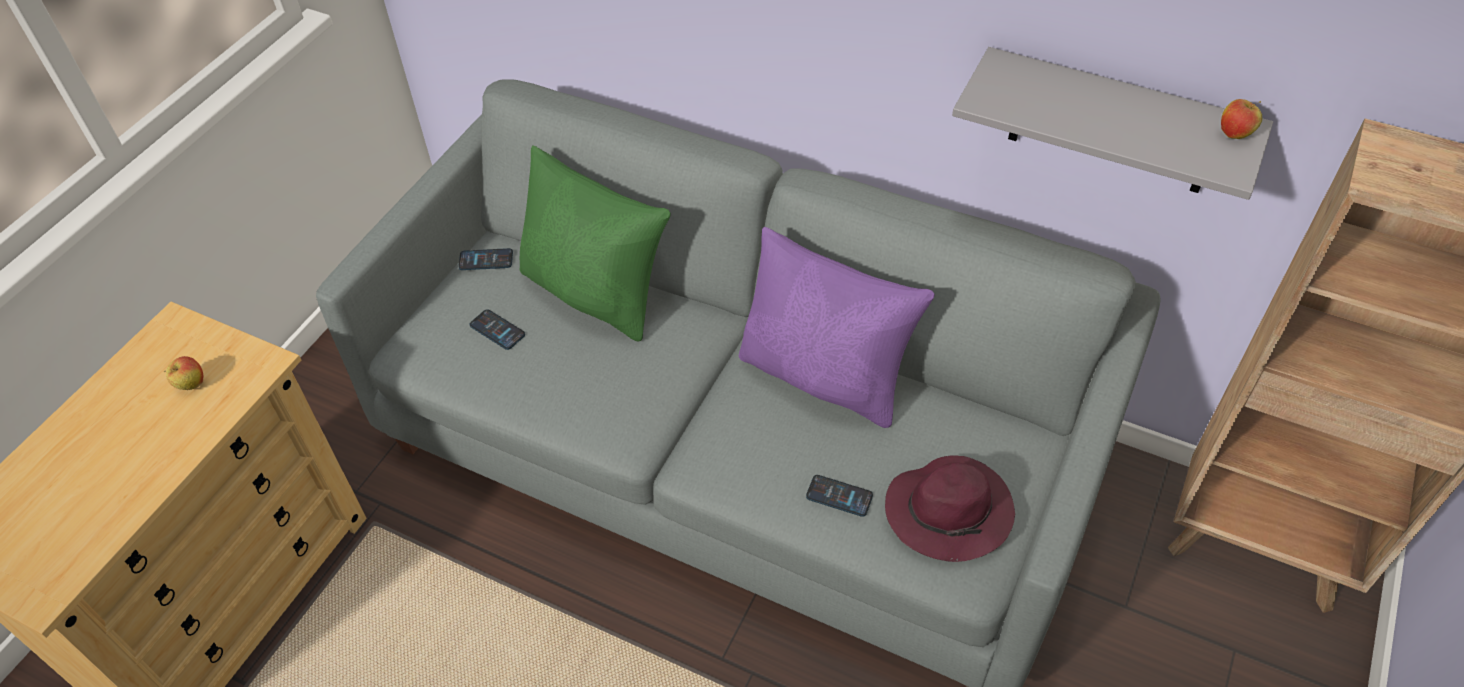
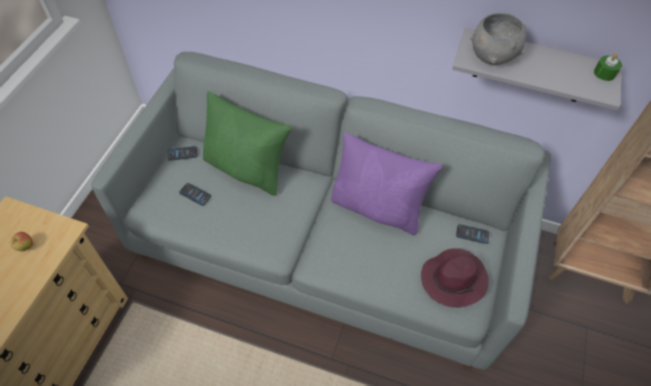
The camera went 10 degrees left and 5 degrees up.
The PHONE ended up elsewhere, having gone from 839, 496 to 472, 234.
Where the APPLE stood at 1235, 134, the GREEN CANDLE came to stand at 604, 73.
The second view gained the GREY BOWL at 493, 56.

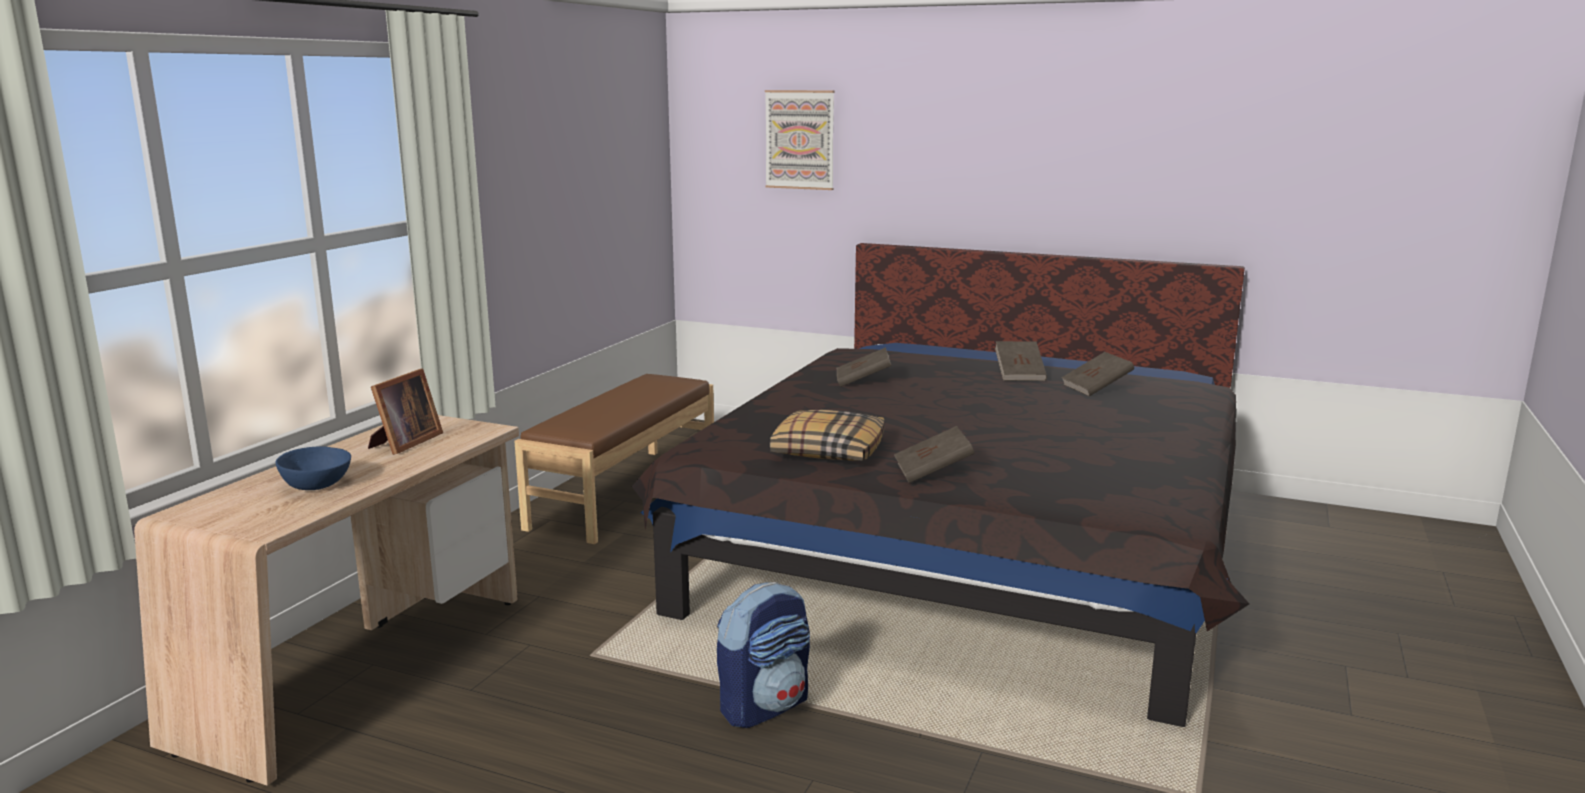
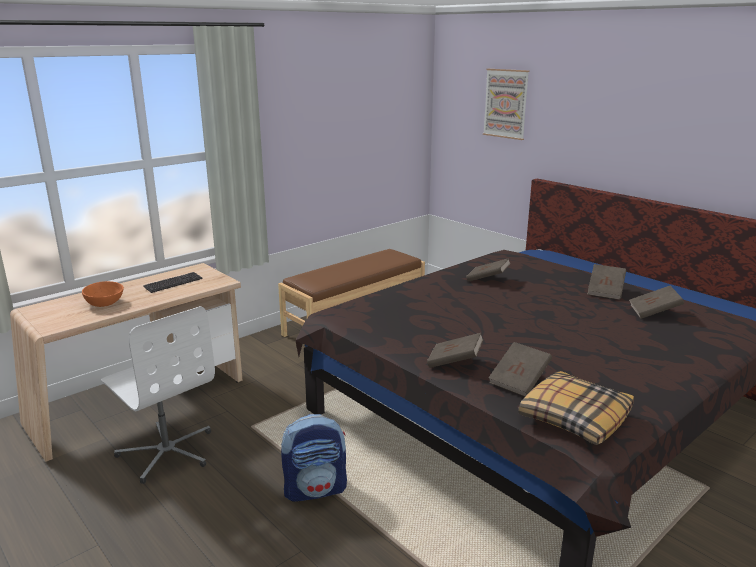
The camera went 25 degrees right and 5 degrees up.
What was the BLUE BOWL at 315, 485 turned into the ORANGE BOWL at 104, 303.
Where the PICTURE FRAME stood at 404, 443, the KEYBOARD came to stand at 173, 283.
The PILLOW ended up elsewhere, having gone from 827, 450 to 574, 417.
The second view gained the WHITE OFFICE CHAIR at 167, 452.
The second view gained the BROWN BOOK at 519, 381.

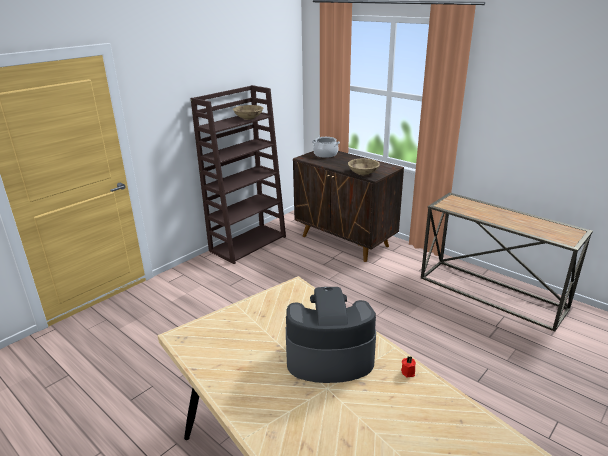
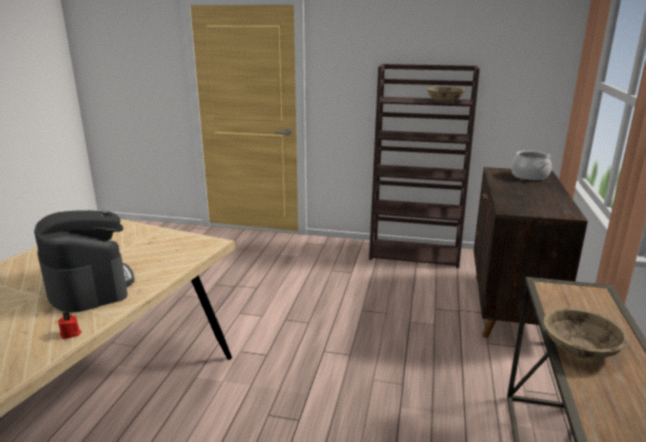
The camera went 60 degrees right and 5 degrees down.
The BEIGE BOWL ended up elsewhere, having gone from 363, 173 to 580, 349.

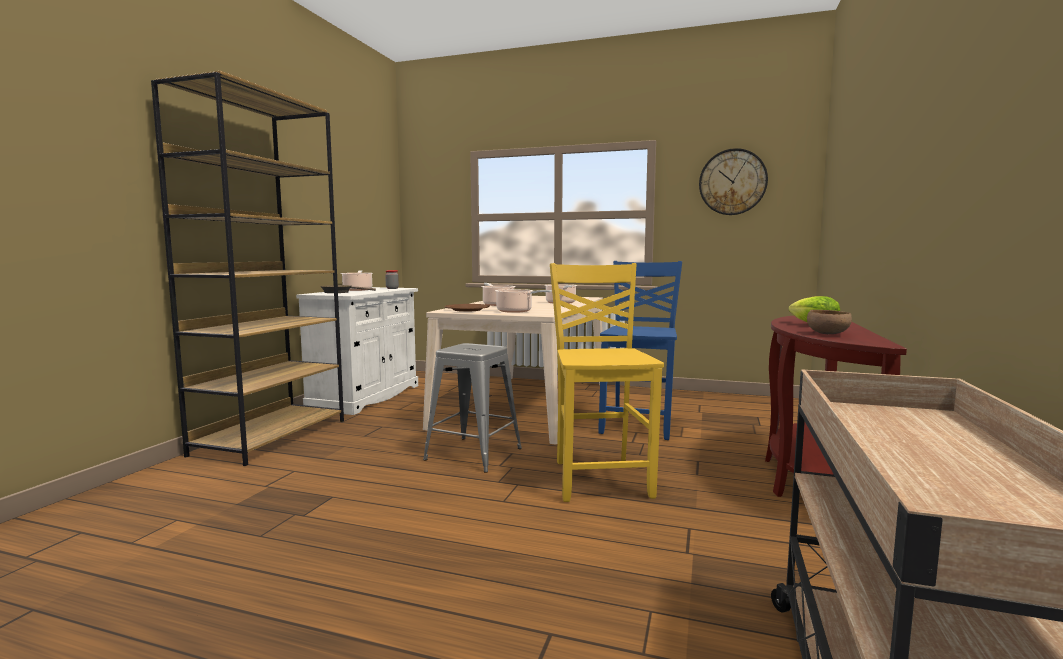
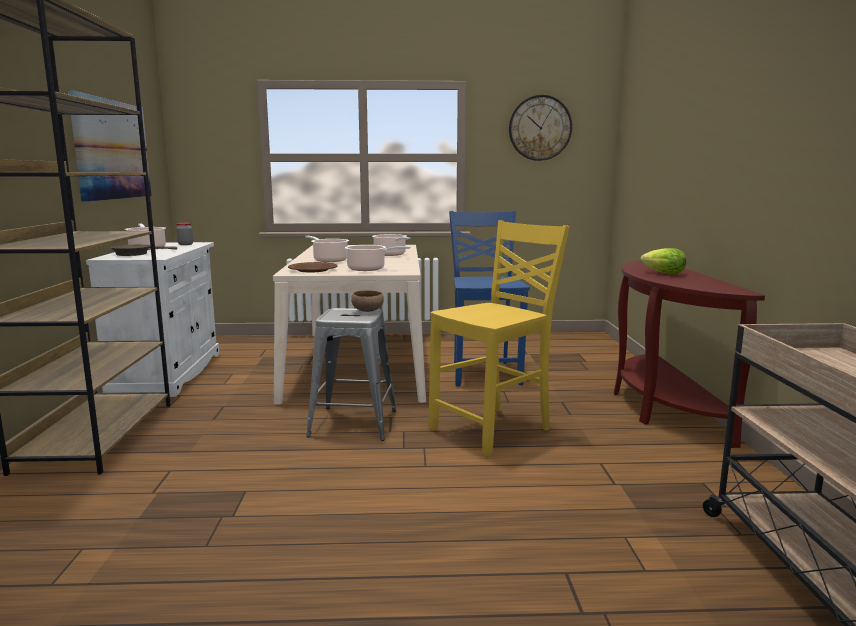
The camera went 20 degrees left and 5 degrees up.
The YELLOW CHAIR at 600, 478 ended up facing another way, 75 degrees clockwise from before.
The BROWN BOWL ended up elsewhere, having gone from 828, 334 to 368, 311.
The second view gained the PICTURE at 112, 150.

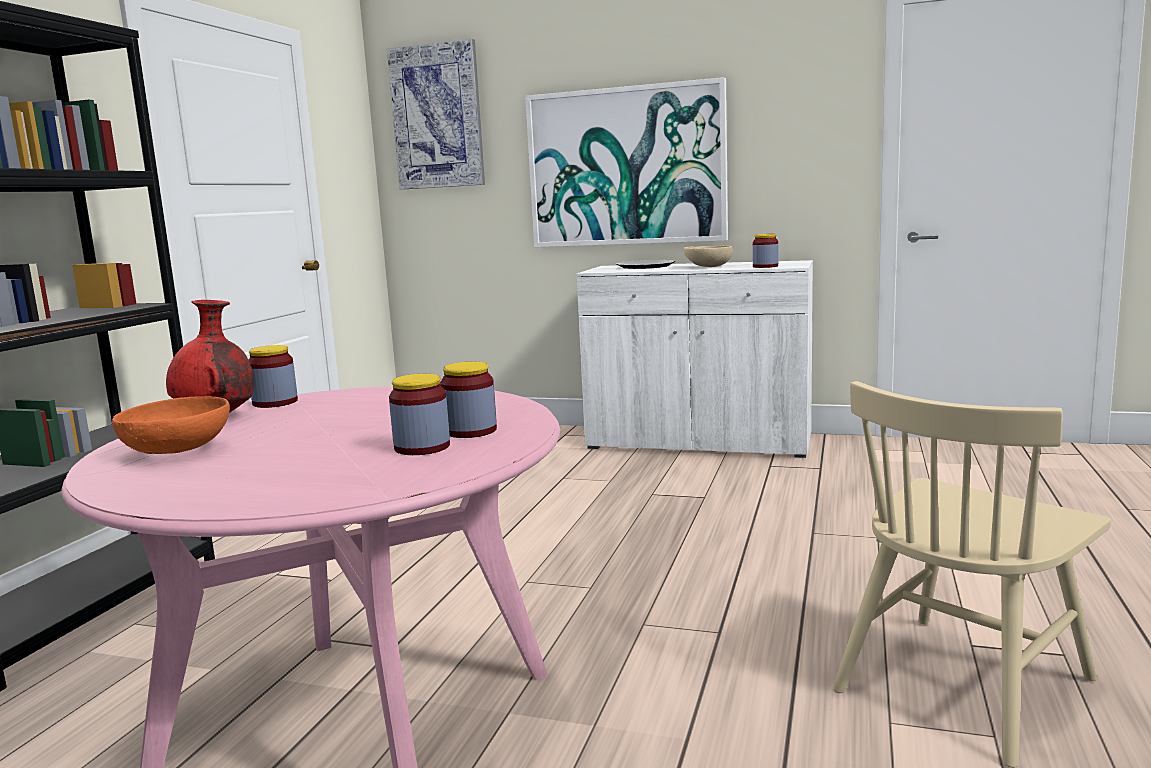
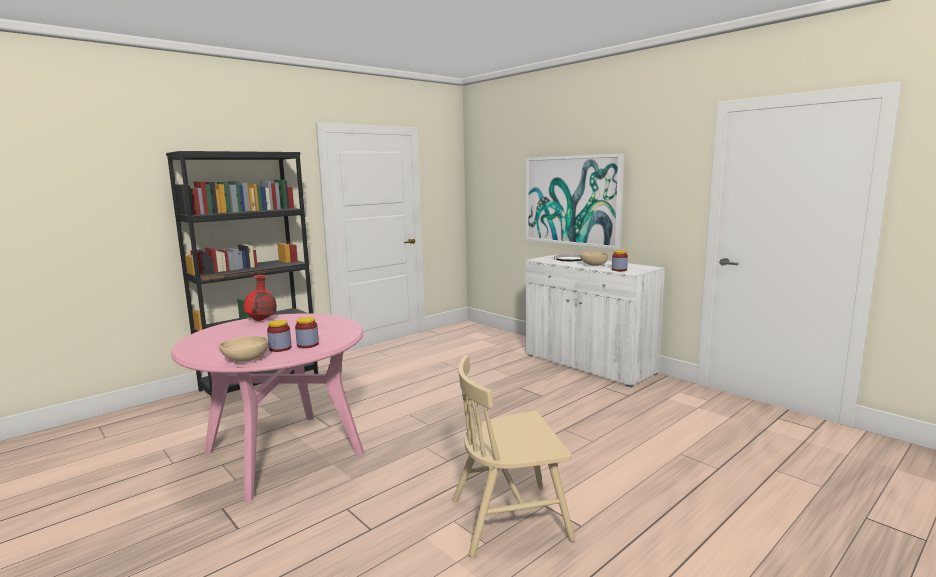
The camera went 30 degrees right and 0 degrees up.
The second view lost the ORANGE BOWL at 179, 452.
The second view lost the JAR at 275, 402.
The second view lost the PICTURE at 437, 117.
The second view gained the BEIGE BOWL at 245, 360.

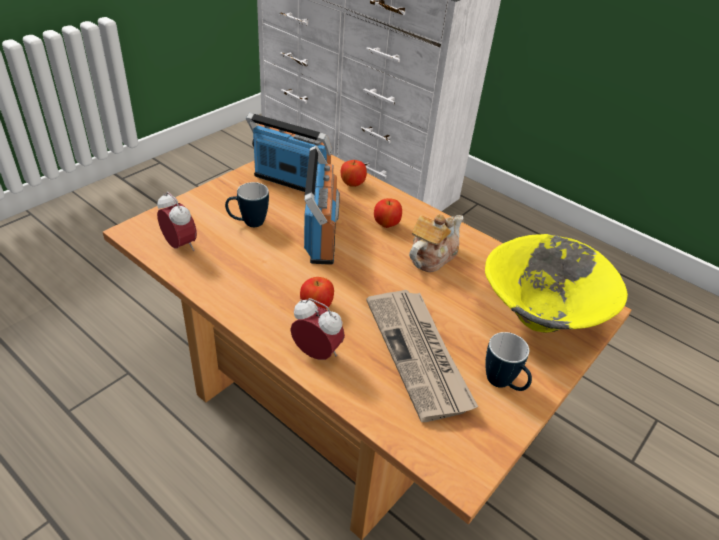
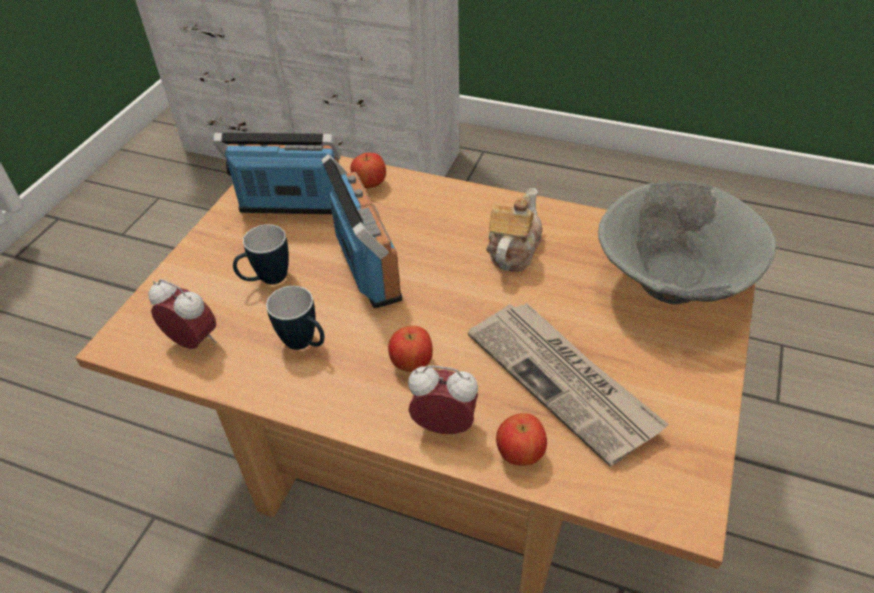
The camera went 15 degrees left and 5 degrees up.
The APPLE ended up elsewhere, having gone from 386, 224 to 520, 453.
What was the YELLOW BOWL at 539, 317 turned into the GREY BOWL at 670, 286.
The MUG ended up elsewhere, having gone from 503, 384 to 305, 344.

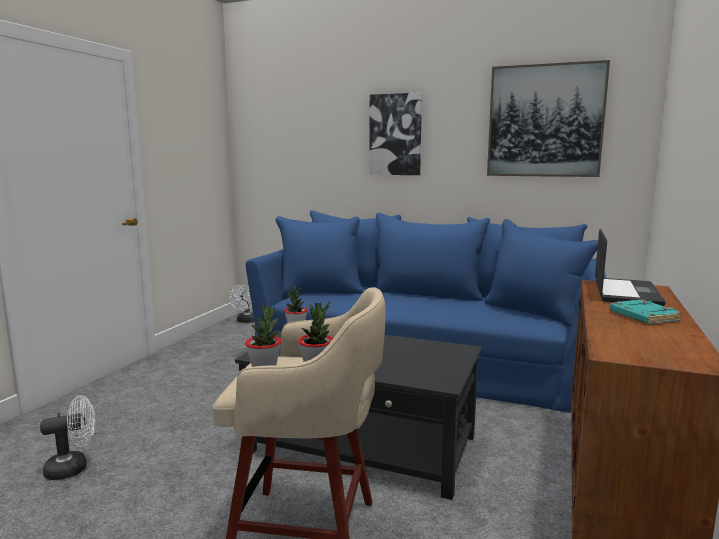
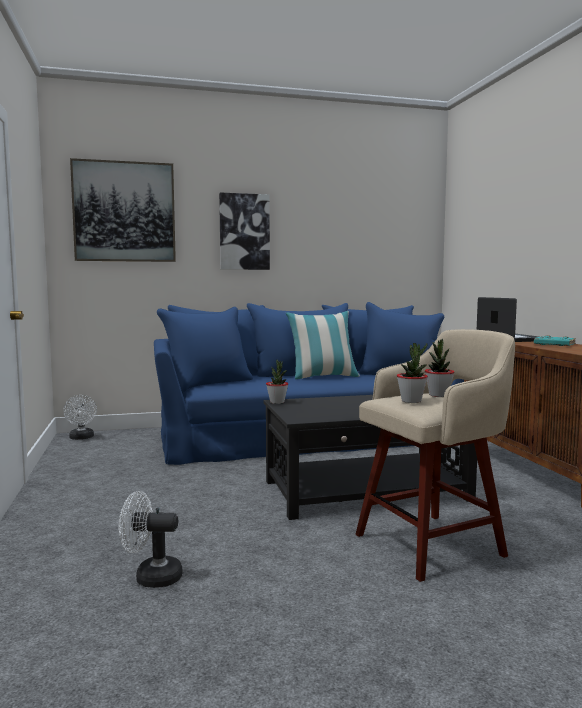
The camera went 35 degrees left and 5 degrees down.
The WHITE FAN at 73, 468 ended up facing another way, 120 degrees counterclockwise from before.
The PICTURE ended up elsewhere, having gone from 545, 121 to 124, 212.
The second view gained the PILLOW at 323, 377.

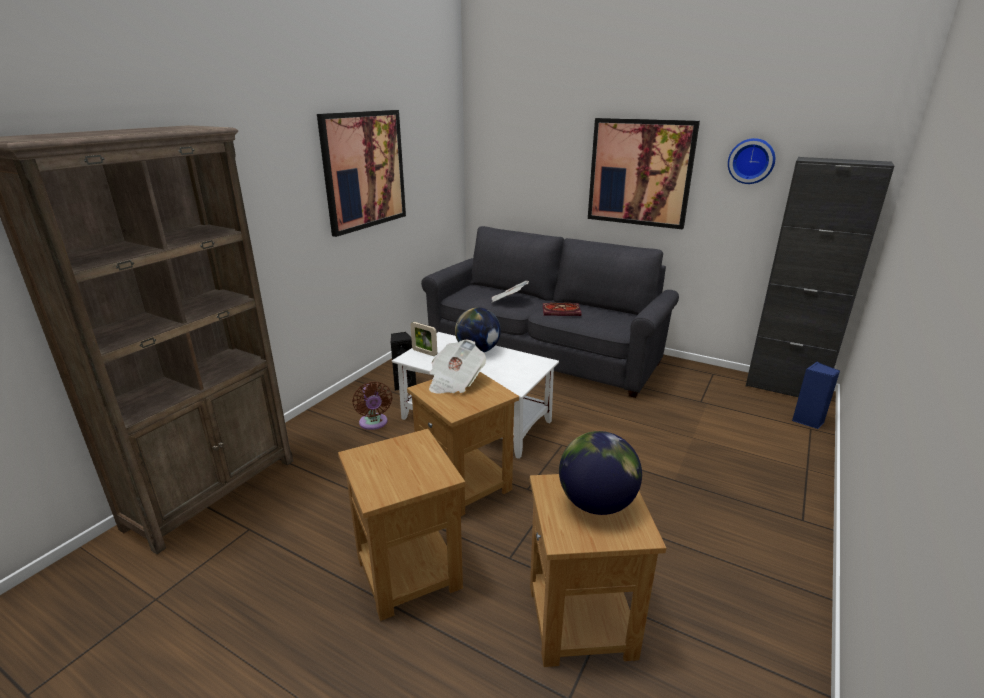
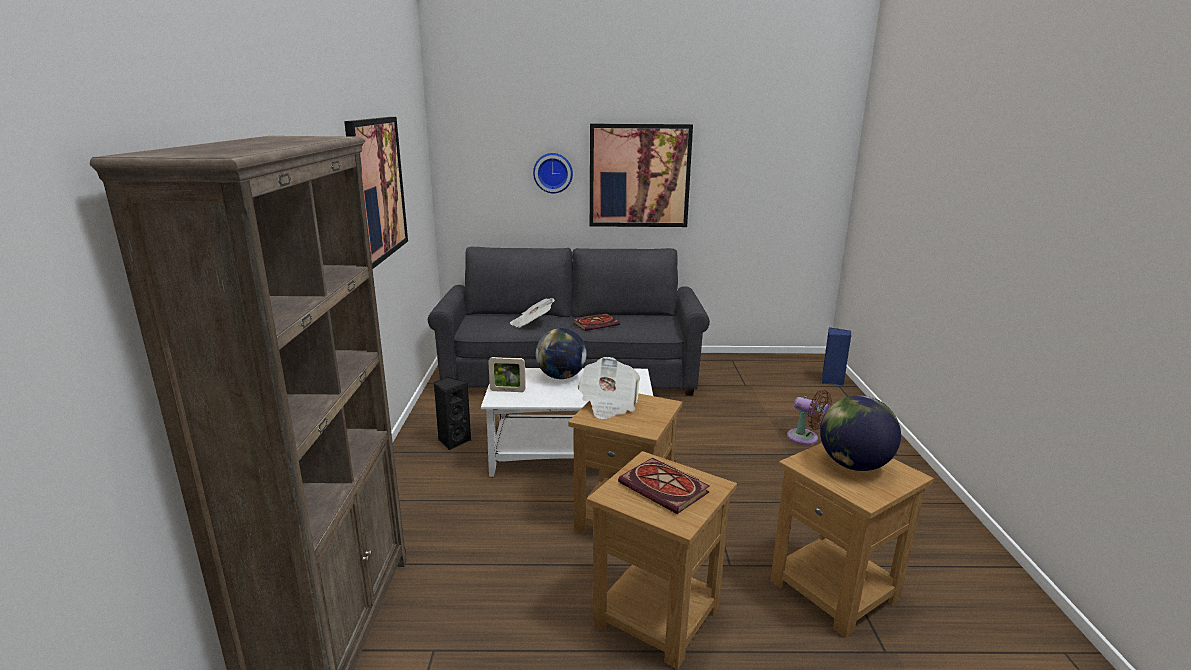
The camera went 30 degrees left and 5 degrees down.
The BROWN FAN ended up elsewhere, having gone from 374, 423 to 805, 438.
The WALL CLOCK ended up elsewhere, having gone from 751, 161 to 553, 172.
The second view lost the BLACK CABINET at 784, 388.
The second view gained the BOOK at 666, 488.

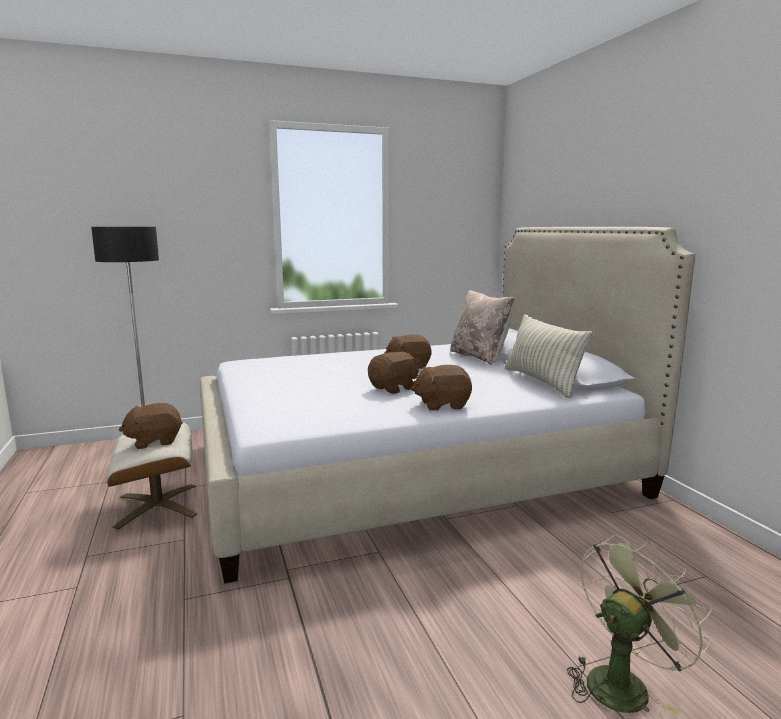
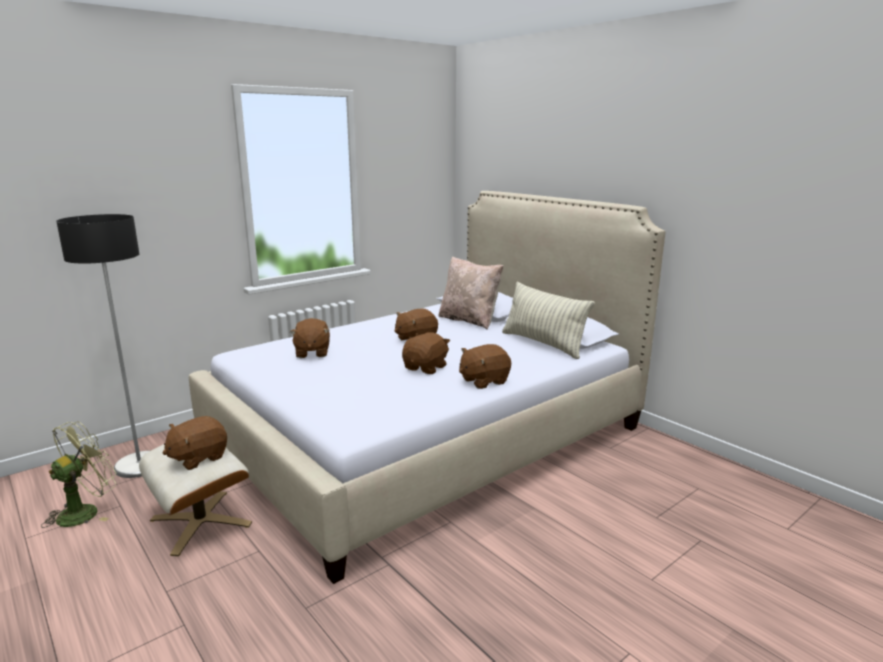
The camera went 20 degrees left and 5 degrees up.
The GREEN FAN ended up elsewhere, having gone from 622, 681 to 85, 511.
The second view gained the BROWN PLUSH TOY at 312, 352.

